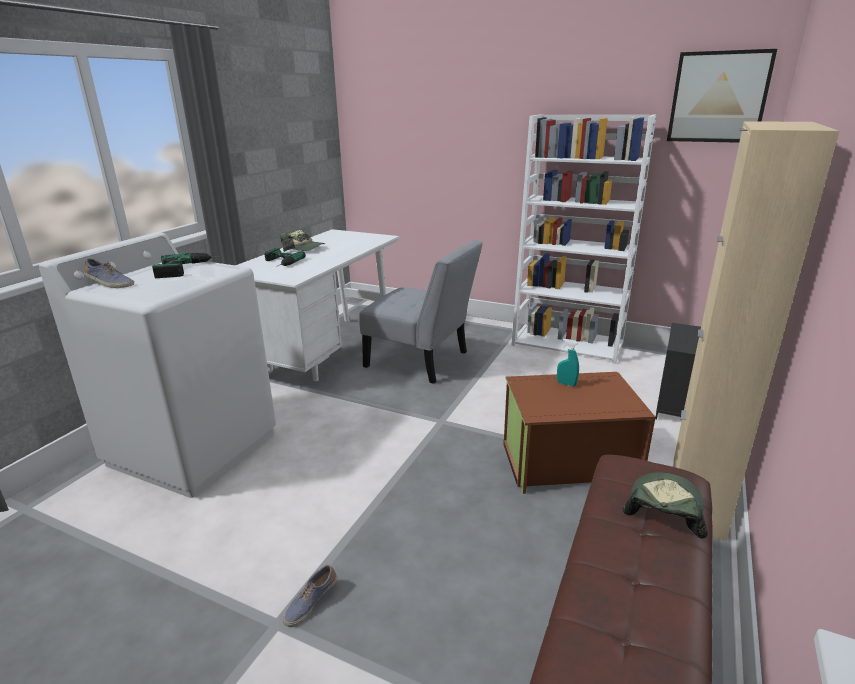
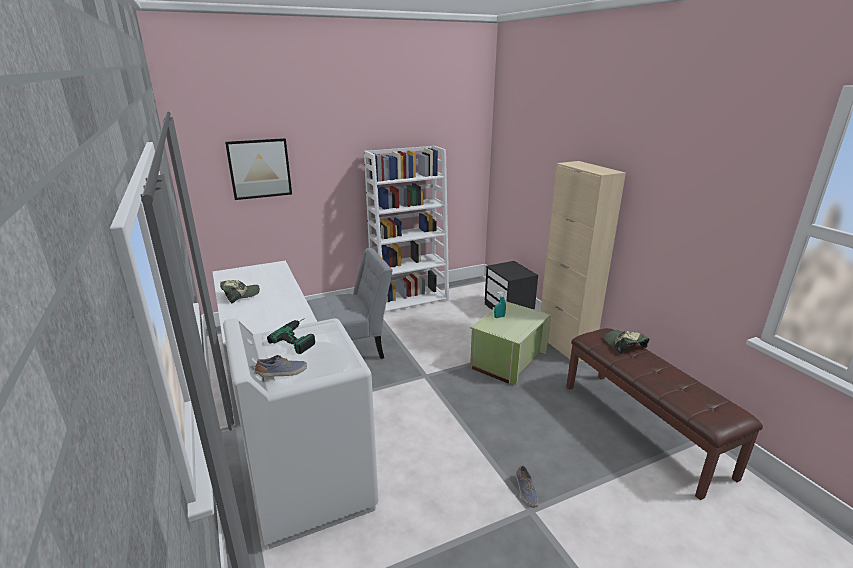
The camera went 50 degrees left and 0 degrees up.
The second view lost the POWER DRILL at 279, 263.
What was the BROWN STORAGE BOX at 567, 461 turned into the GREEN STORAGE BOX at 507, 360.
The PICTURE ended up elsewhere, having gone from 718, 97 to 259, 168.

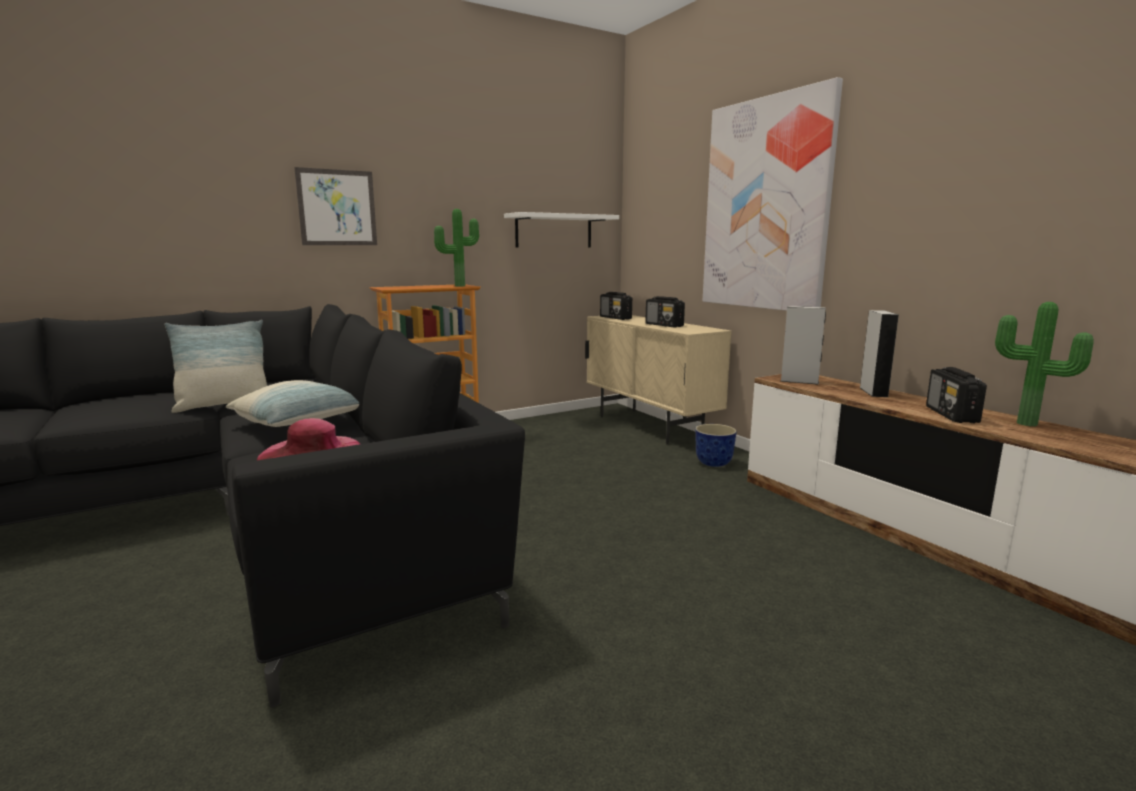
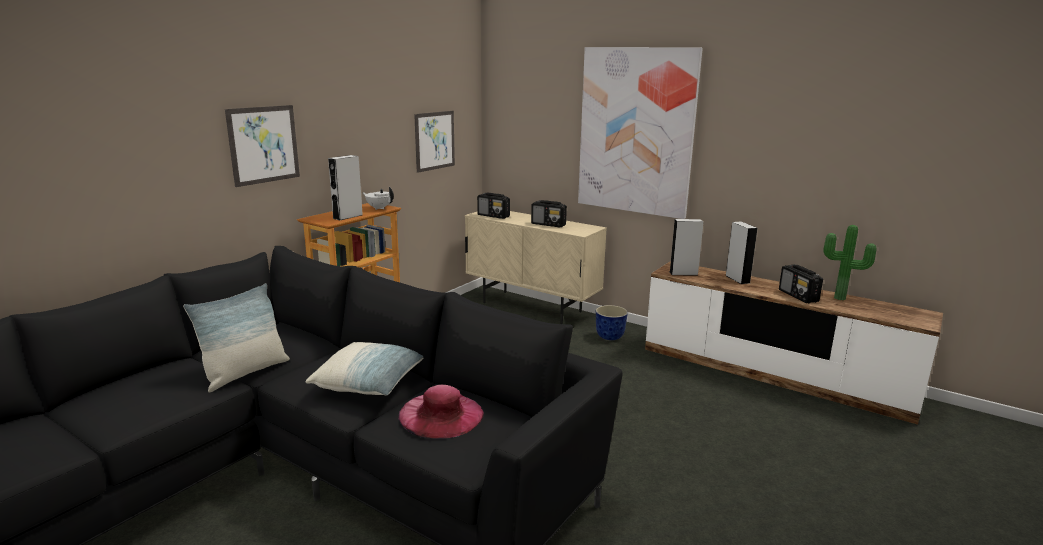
The camera went 25 degrees left and 5 degrees up.
Where the POTTED PLANT stood at 459, 286, the WHITE TEAPOT came to stand at 379, 208.
Where the WHITE SHELF hung at 554, 231, the PICTURE came to hang at 434, 140.
The second view gained the GREY SPEAKER at 348, 216.

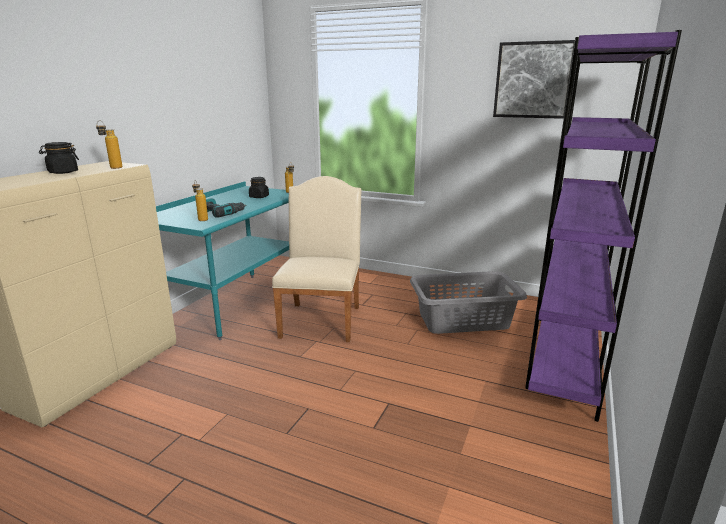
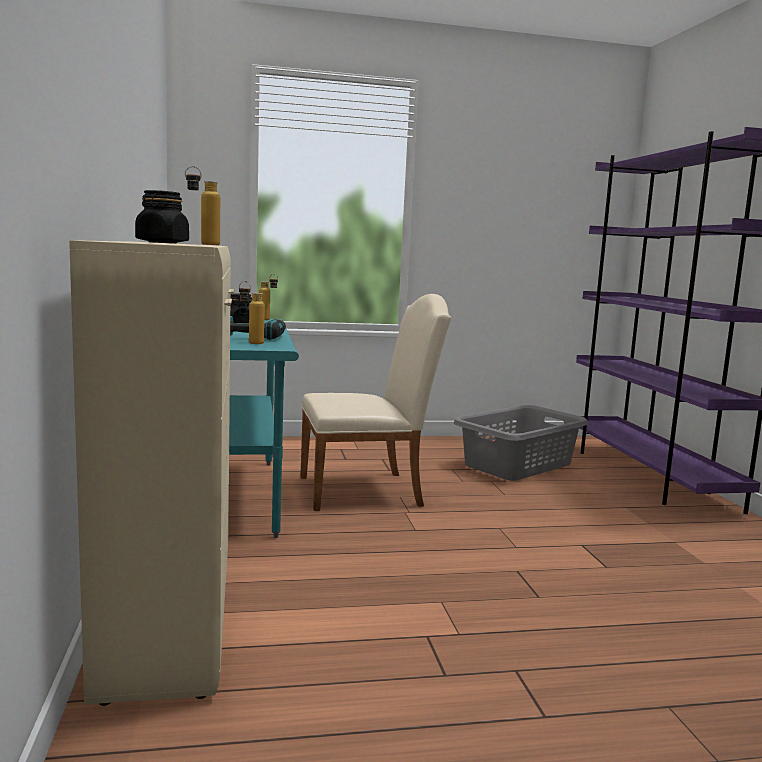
The camera went 35 degrees left and 10 degrees down.
The BEIGE CHAIR at 322, 318 ended up facing another way, 105 degrees clockwise from before.
The second view lost the PICTURE at 533, 80.

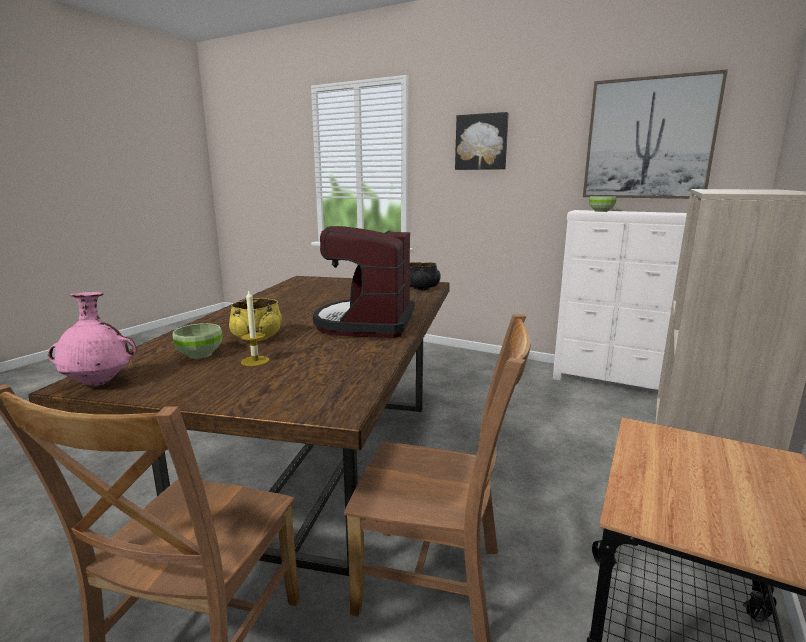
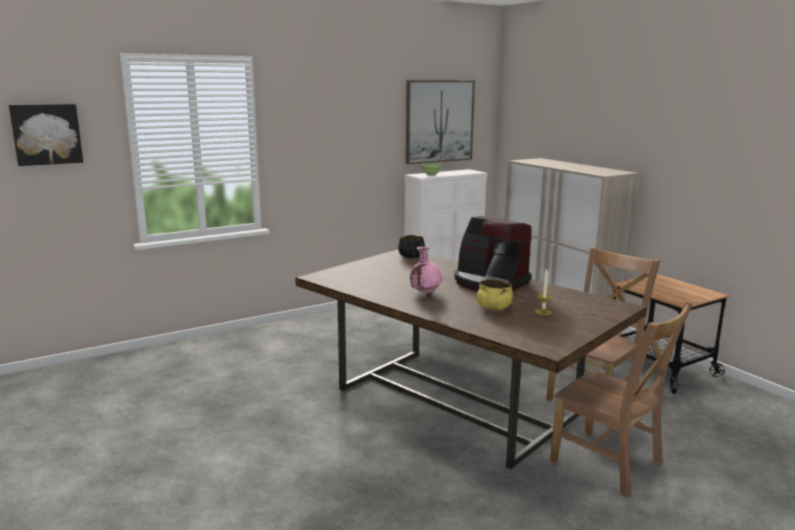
The camera went 60 degrees left and 0 degrees up.
The PINK VASE ended up elsewhere, having gone from 100, 383 to 425, 293.
The second view lost the GREEN BOWL at 201, 354.
The PICTURE ended up elsewhere, having gone from 481, 142 to 46, 134.

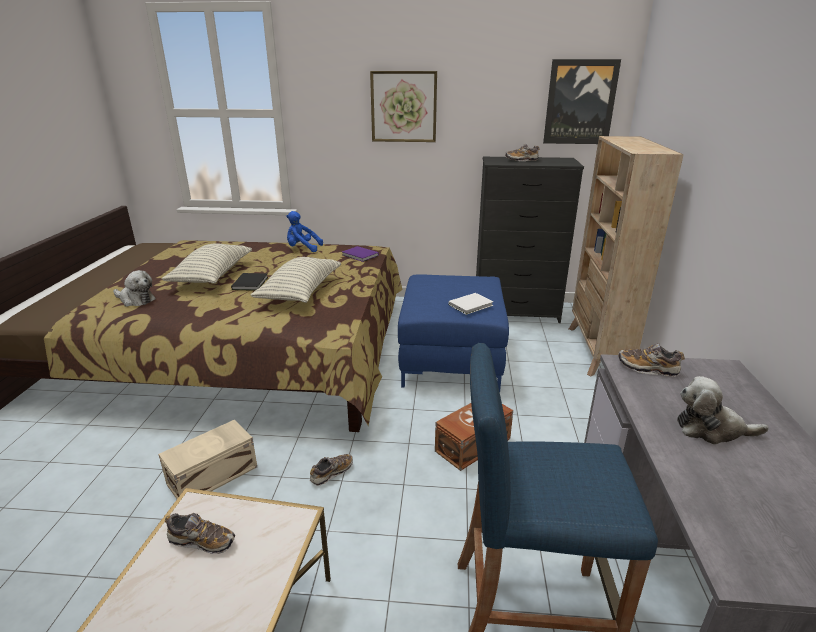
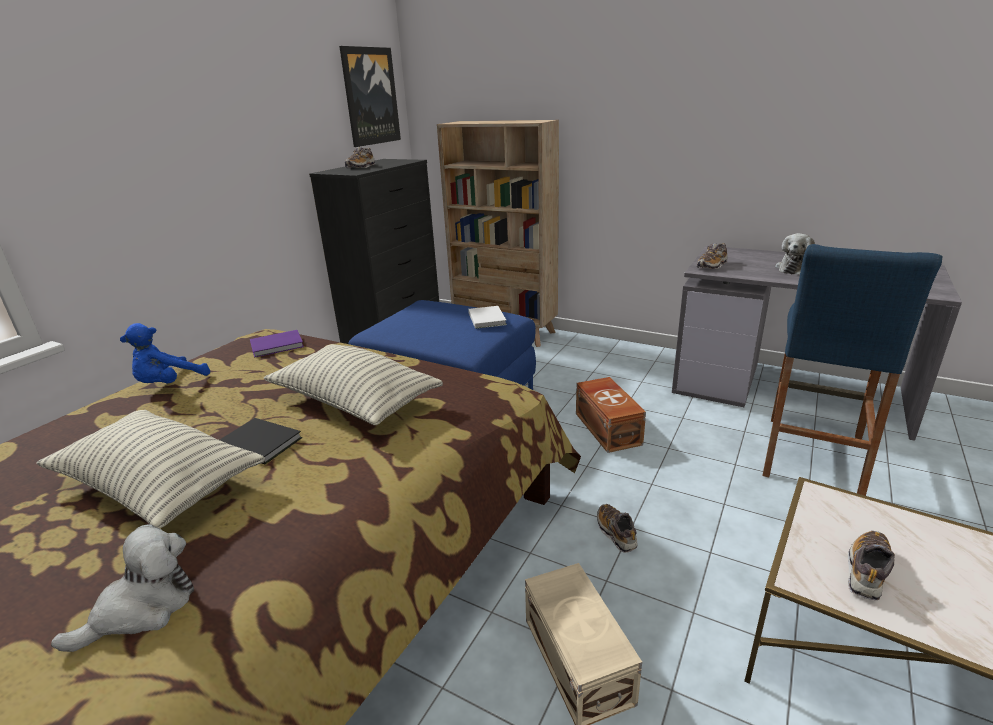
The camera went 65 degrees left and 0 degrees up.
The second view lost the PICTURE at 403, 107.

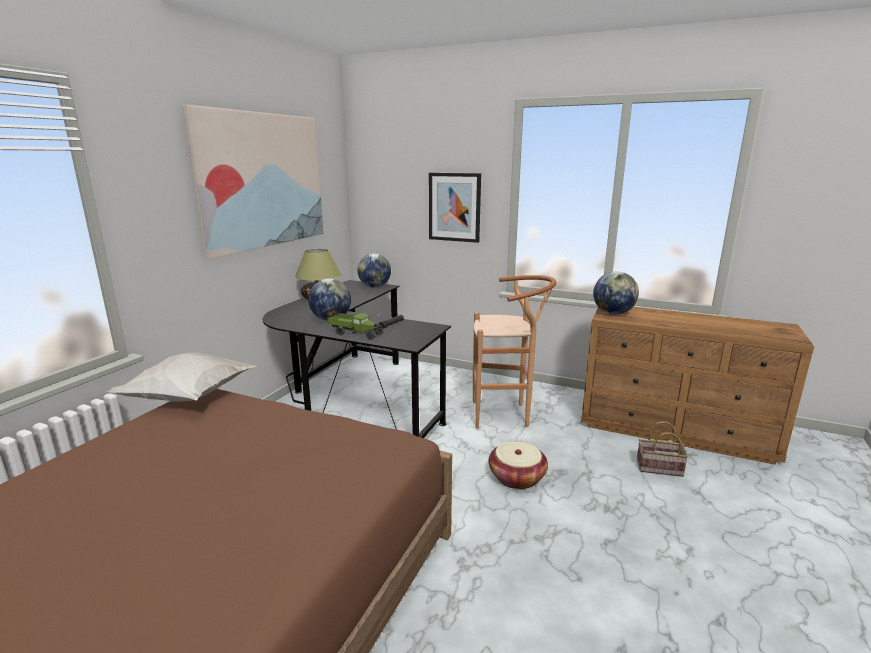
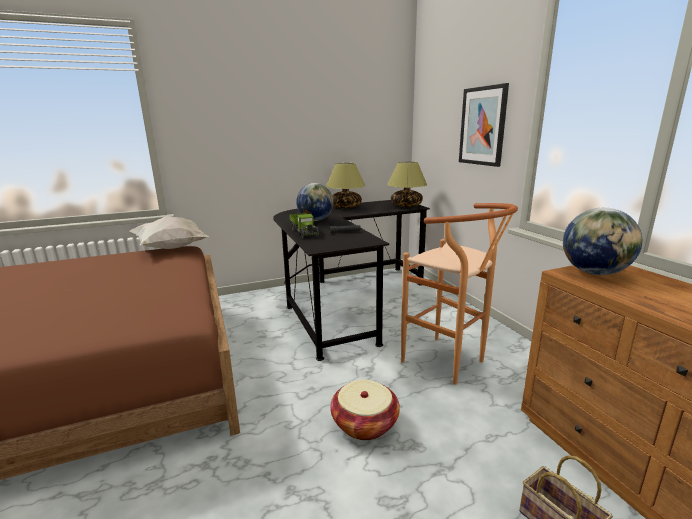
The camera went 45 degrees right and 0 degrees up.
The second view lost the PICTURE at 263, 181.
Where the GLOBE stood at 374, 287, the TABLE LAMP came to stand at 406, 206.

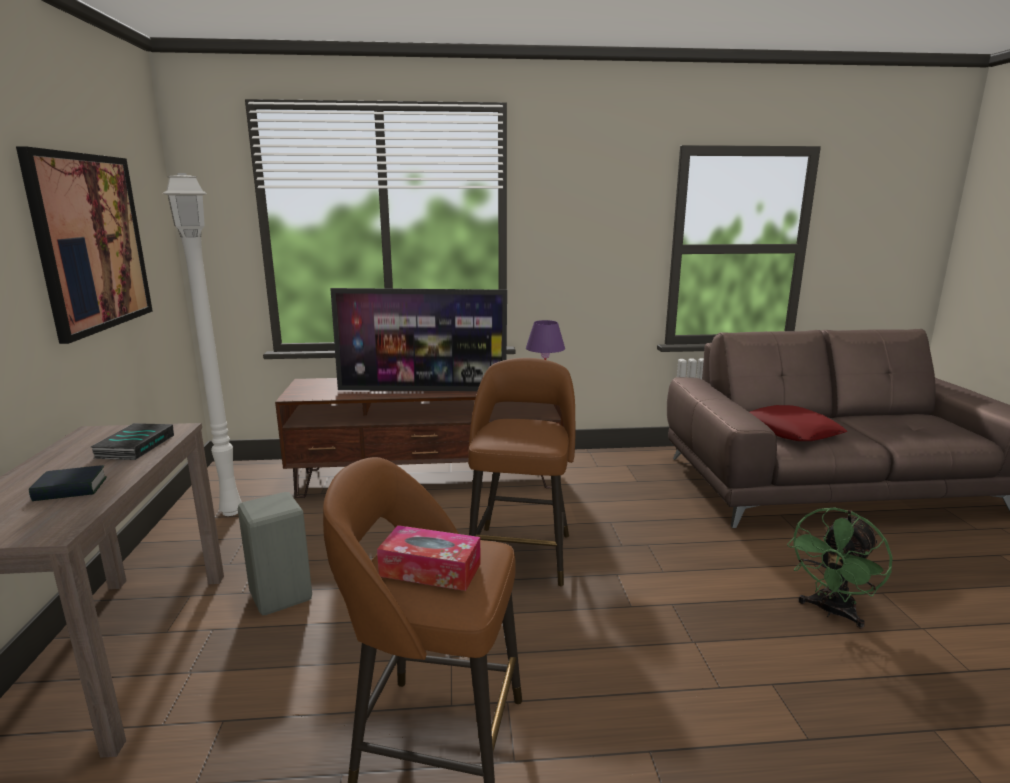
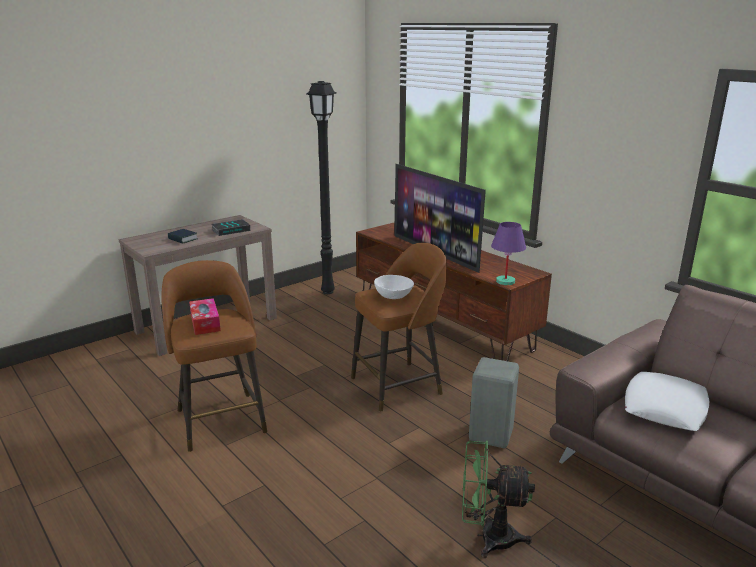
The camera went 55 degrees right and 5 degrees up.
The second view lost the PICTURE at 91, 242.
What was the WHITE FLOOR LAMP at 233, 512 turned into the BLACK FLOOR LAMP at 328, 292.
The GREY STOOL ended up elsewhere, having gone from 283, 596 to 491, 436.
What was the RED PILLOW at 792, 431 turned into the WHITE PILLOW at 665, 408.
The second view gained the WHITE BOWL at 393, 296.

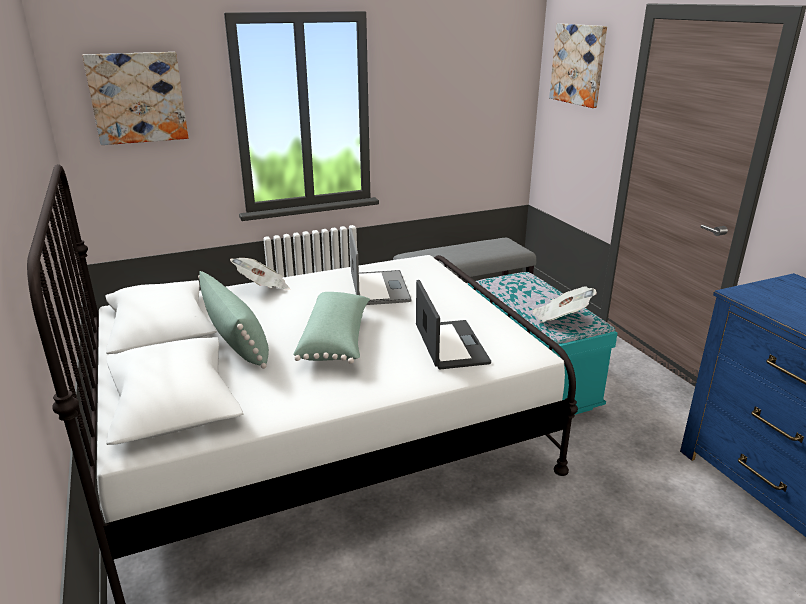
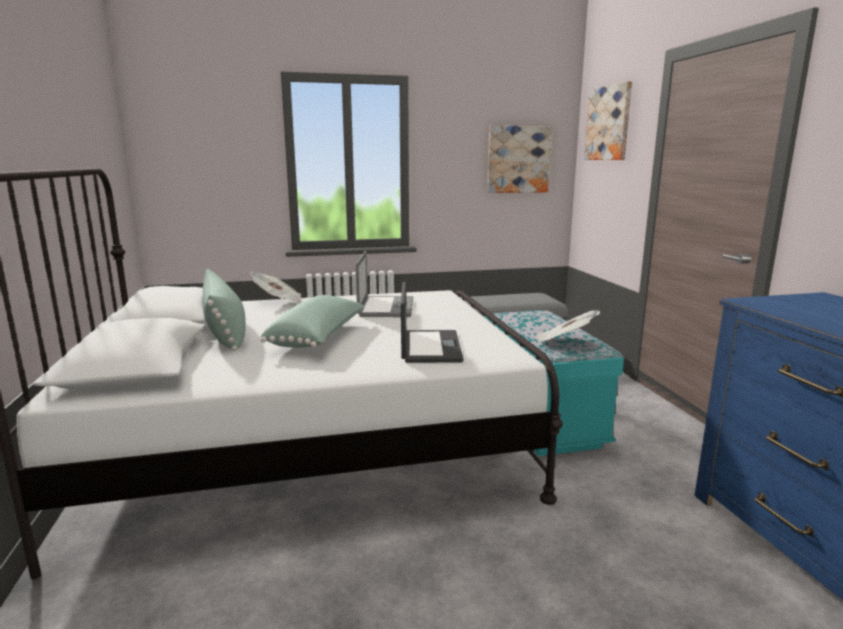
The camera went 10 degrees right and 10 degrees down.
The PICTURE ended up elsewhere, having gone from 137, 98 to 518, 159.

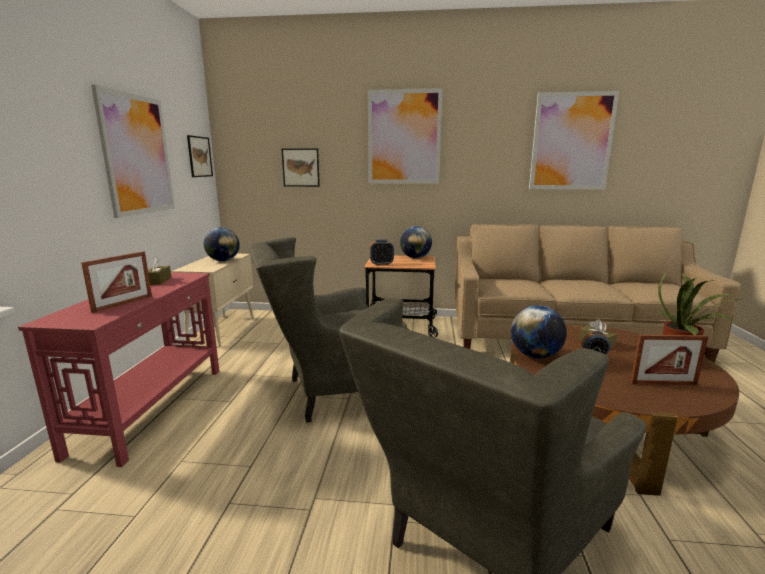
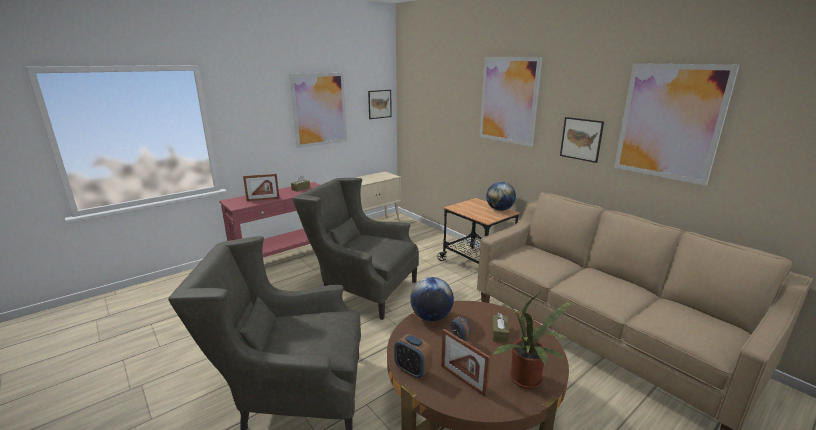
The camera went 45 degrees right and 5 degrees up.
The second view lost the GLOBE at 223, 260.
The PICTURE ended up elsewhere, having gone from 301, 167 to 581, 139.
The ALARM CLOCK ended up elsewhere, having gone from 381, 264 to 412, 370.

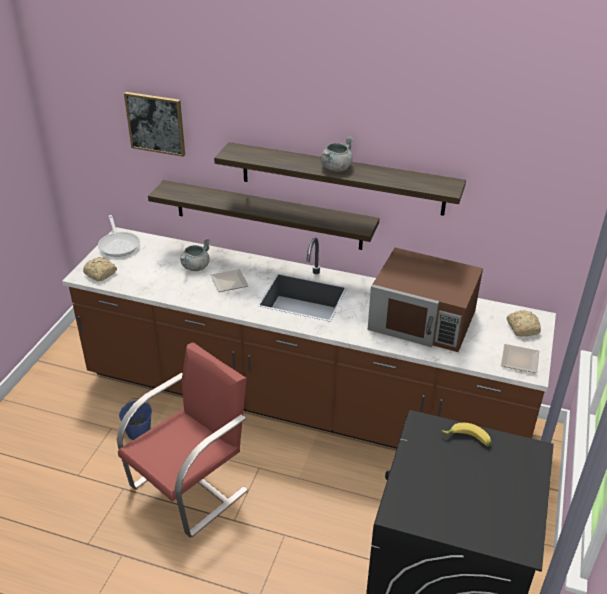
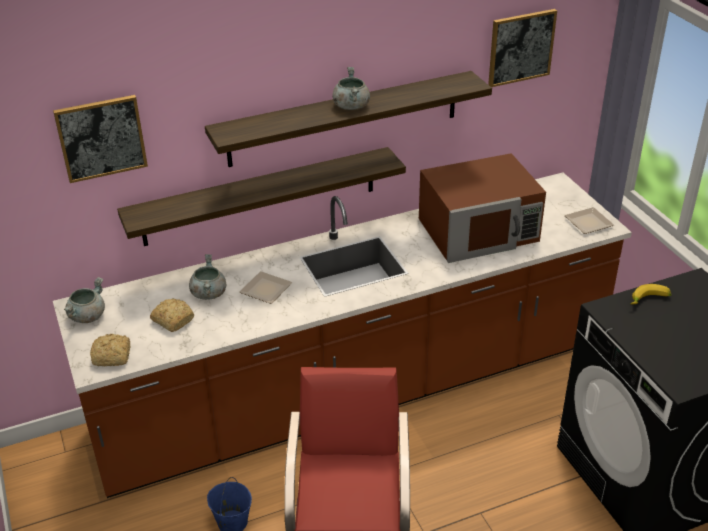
The camera went 40 degrees left and 0 degrees up.
Where the FRYING PAN stood at 119, 244, the GREY COOKING POT came to stand at 87, 316.
The BREAD ended up elsewhere, having gone from 522, 328 to 173, 320.
The second view gained the PICTURE at 521, 47.

